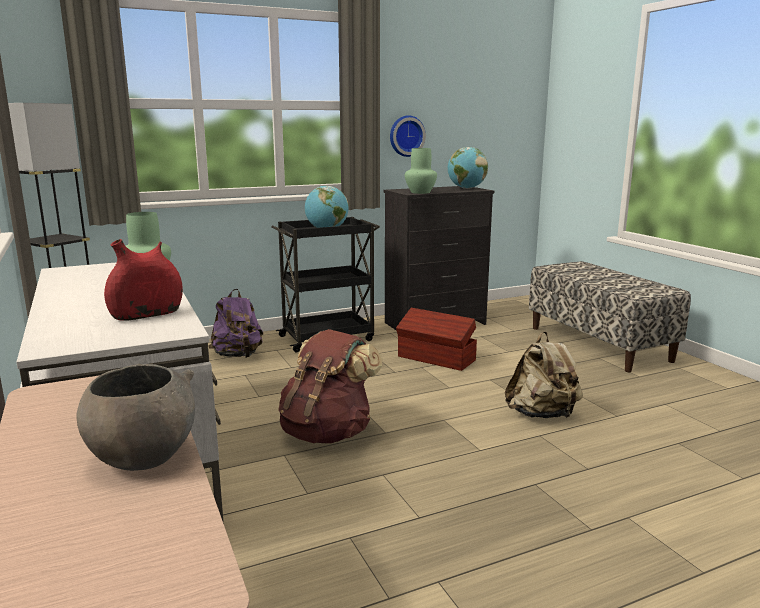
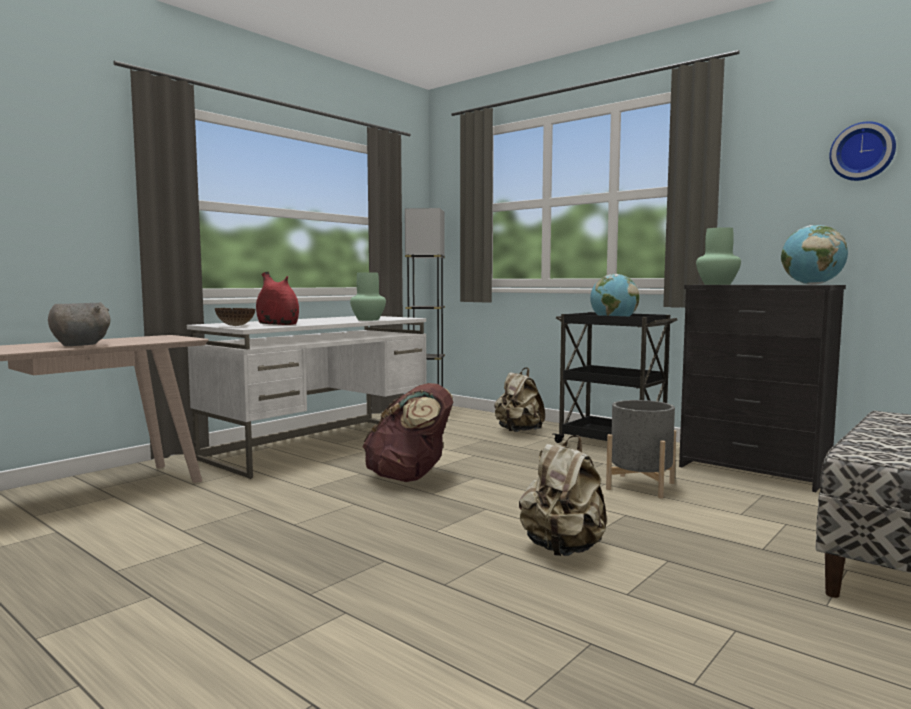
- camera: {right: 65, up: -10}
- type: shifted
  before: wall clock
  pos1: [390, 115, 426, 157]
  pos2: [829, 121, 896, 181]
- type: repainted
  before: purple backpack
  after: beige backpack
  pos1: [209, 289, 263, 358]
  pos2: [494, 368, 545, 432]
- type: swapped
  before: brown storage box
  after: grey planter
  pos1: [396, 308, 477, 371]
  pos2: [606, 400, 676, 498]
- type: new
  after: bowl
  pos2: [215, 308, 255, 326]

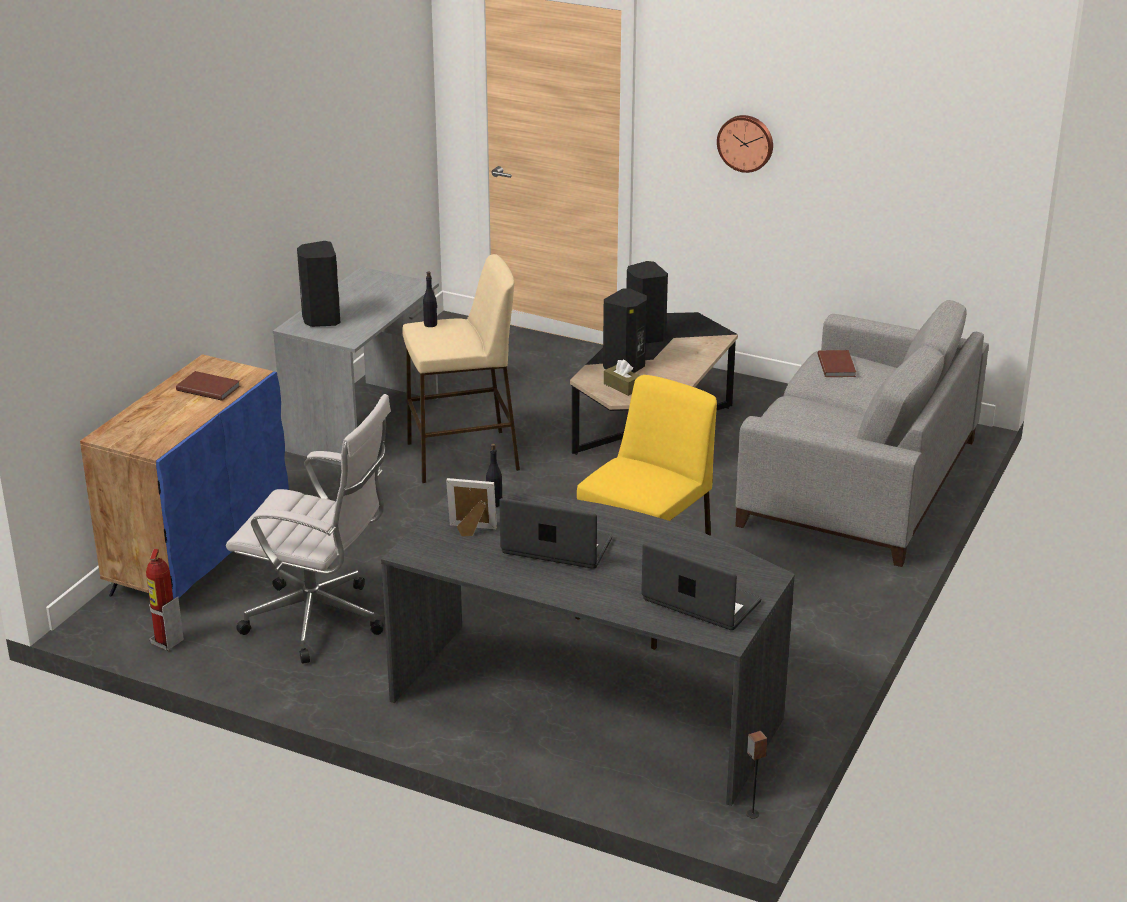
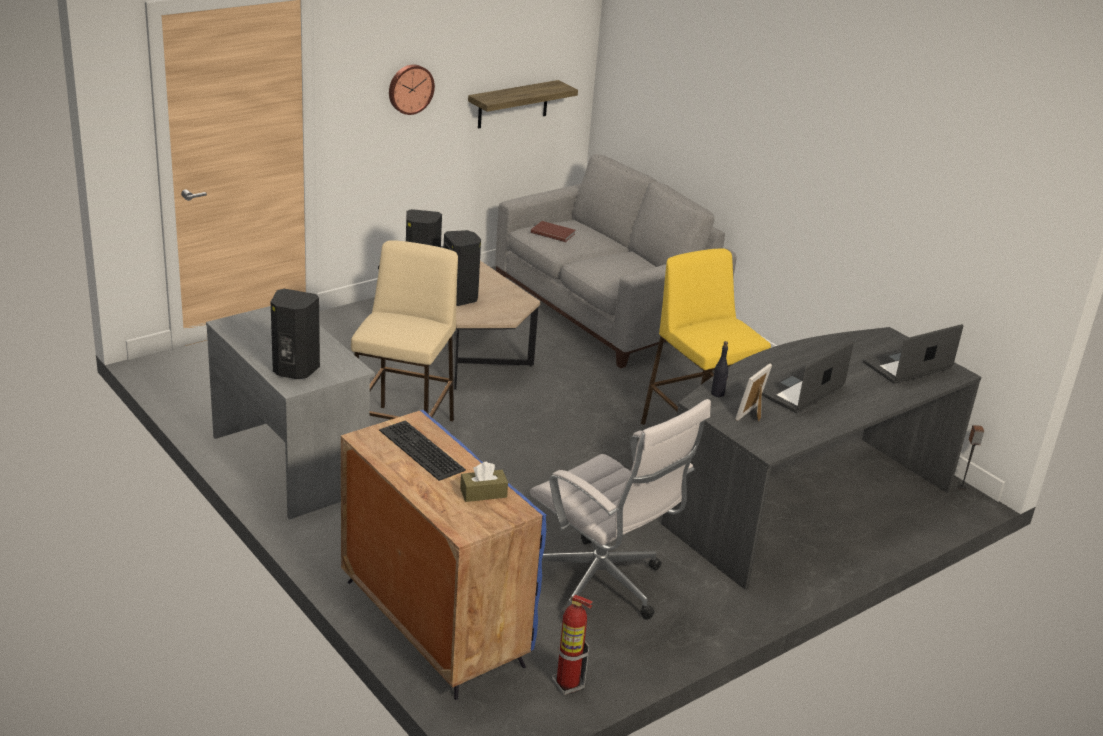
- camera: {right: -65, up: 0}
- type: gone
  before: black bottle
  pos1: [423, 272, 437, 327]
- type: shifted
  before: brown tissue box
  pos1: [604, 360, 640, 396]
  pos2: [460, 462, 508, 502]
- type: swapped
  before: brown book
  after: keyboard
  pos1: [176, 371, 240, 401]
  pos2: [379, 420, 466, 481]
- type: rotated
  before: white office chair
  pos1: [226, 394, 391, 664]
  pos2: [530, 399, 711, 620]
  turn: 90
- type: new
  after: shelf
  pos2: [468, 80, 578, 129]

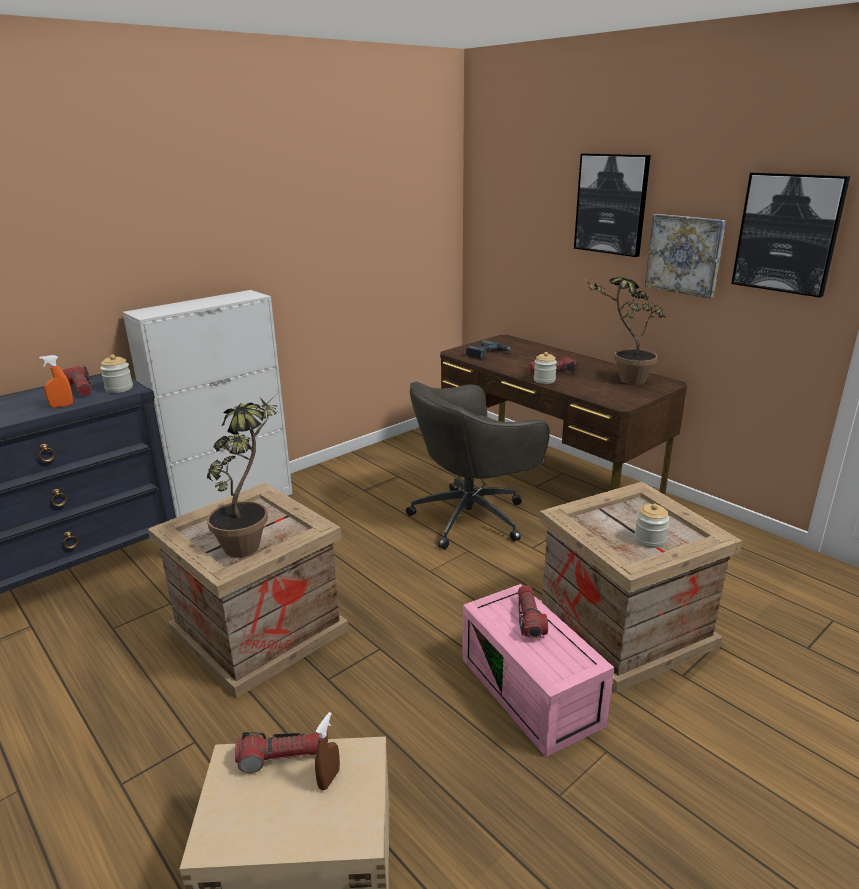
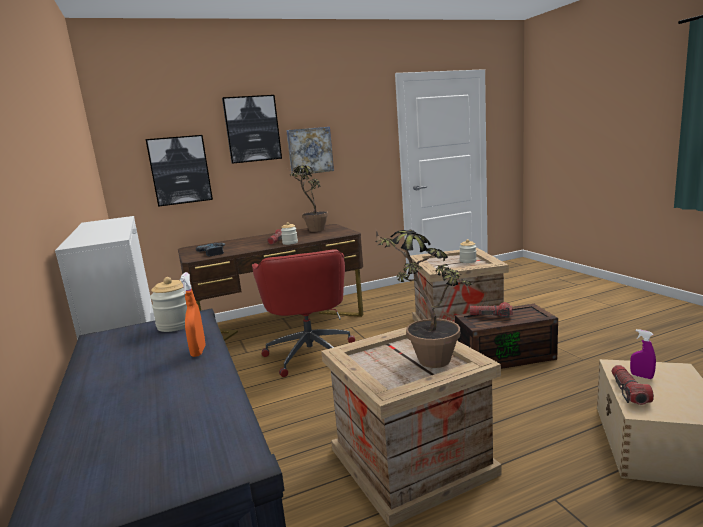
- camera: {right: -70, up: -10}
- type: shifted
  before: picture
  pos1: [731, 172, 850, 298]
  pos2: [146, 135, 213, 207]
- type: gone
  before: flashlight
  pos1: [63, 365, 92, 396]
- type: repainted
  before: grey office chair
  after: red office chair
  pos1: [406, 382, 550, 549]
  pos2: [252, 249, 355, 377]
- type: repainted
  before: pink storage box
  after: brown storage box
  pos1: [462, 584, 614, 757]
  pos2: [455, 304, 558, 369]
- type: repainted
  before: brown spray bottle
  after: purple spray bottle
  pos1: [315, 712, 340, 790]
  pos2: [630, 329, 656, 379]

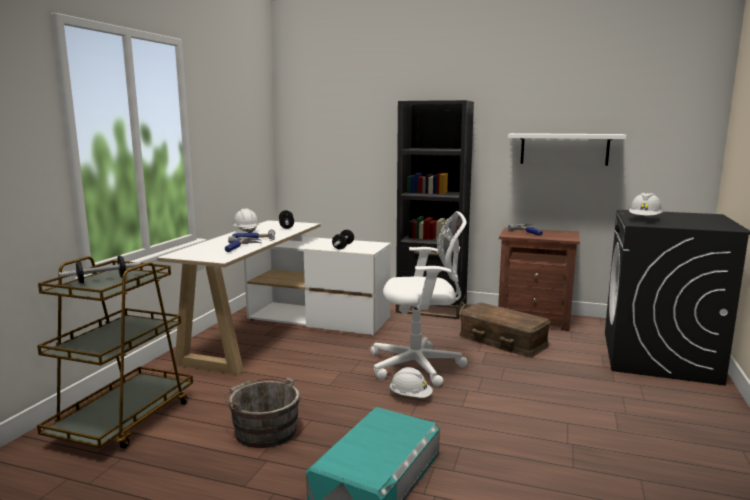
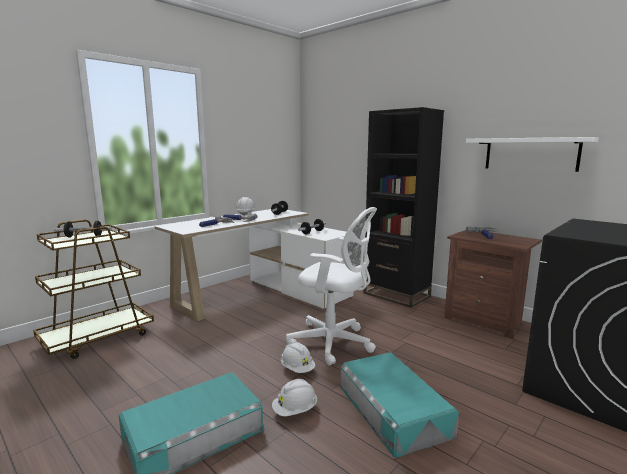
- camera: {right: 25, up: 0}
- type: shifted
  before: white hard hat
  pos1: [629, 193, 663, 217]
  pos2: [272, 379, 317, 416]
- type: gone
  before: brown storage box
  pos1: [460, 302, 551, 358]
- type: gone
  before: grey bucket
  pos1: [221, 378, 300, 448]
- type: new
  after: turquoise storage box
  pos2: [340, 352, 459, 458]

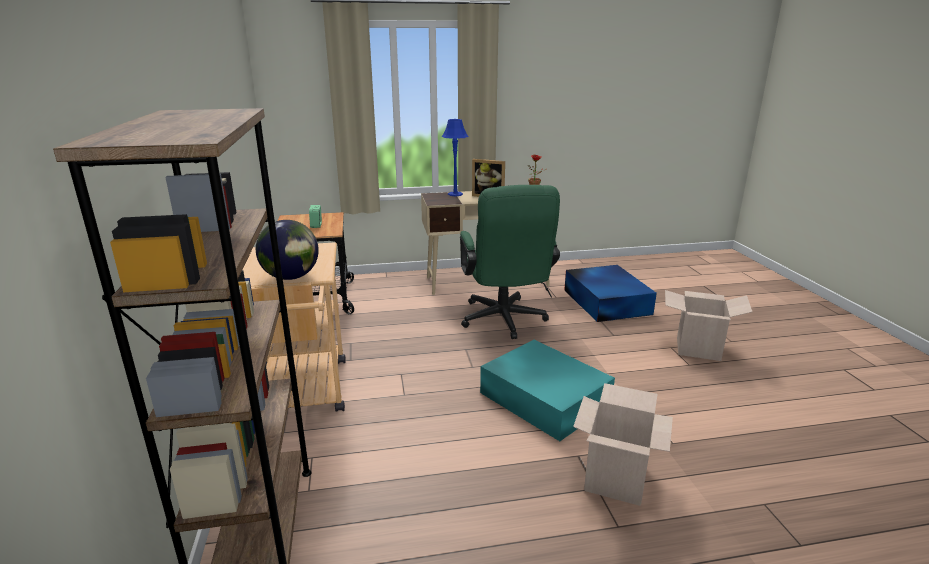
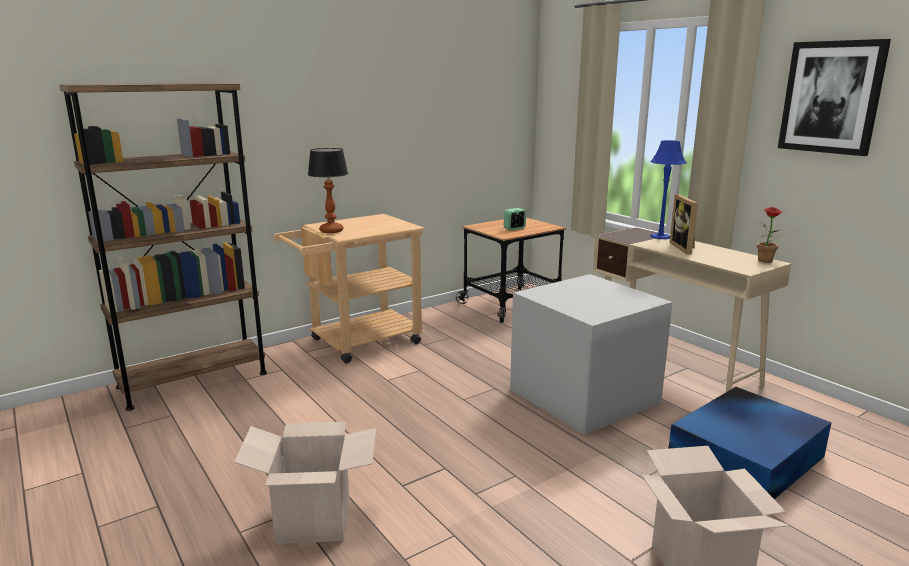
- camera: {right: 65, up: -5}
- type: swapped
  before: green office chair
  after: grey storage box
  pos1: [460, 185, 560, 339]
  pos2: [510, 274, 673, 435]
- type: swapped
  before: globe
  after: table lamp
  pos1: [256, 220, 319, 280]
  pos2: [308, 148, 348, 233]
- type: gone
  before: turquoise storage box
  pos1: [480, 340, 615, 441]
- type: new
  after: picture
  pos2: [778, 39, 891, 156]

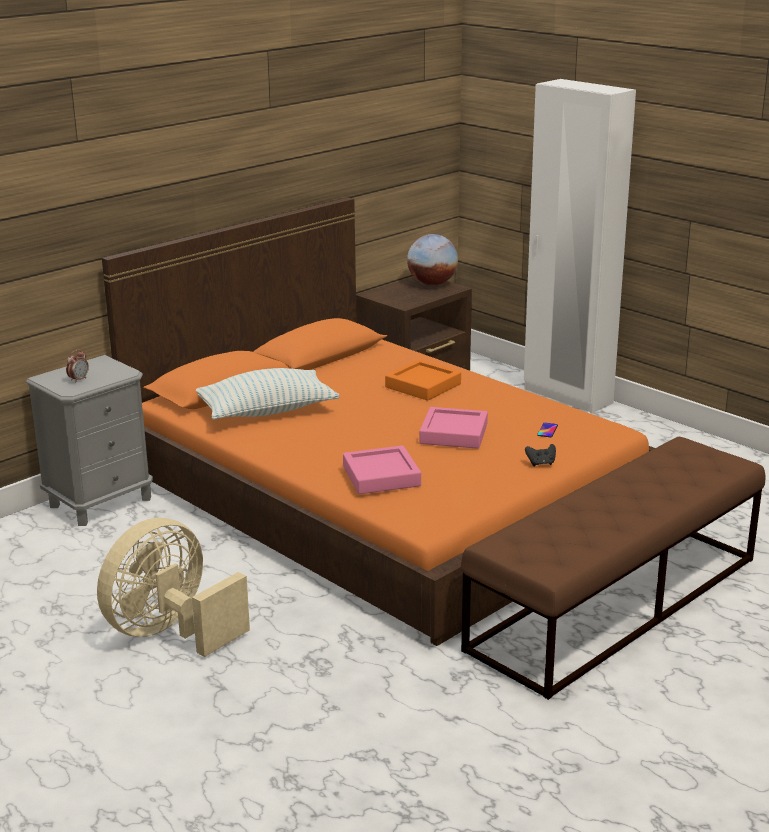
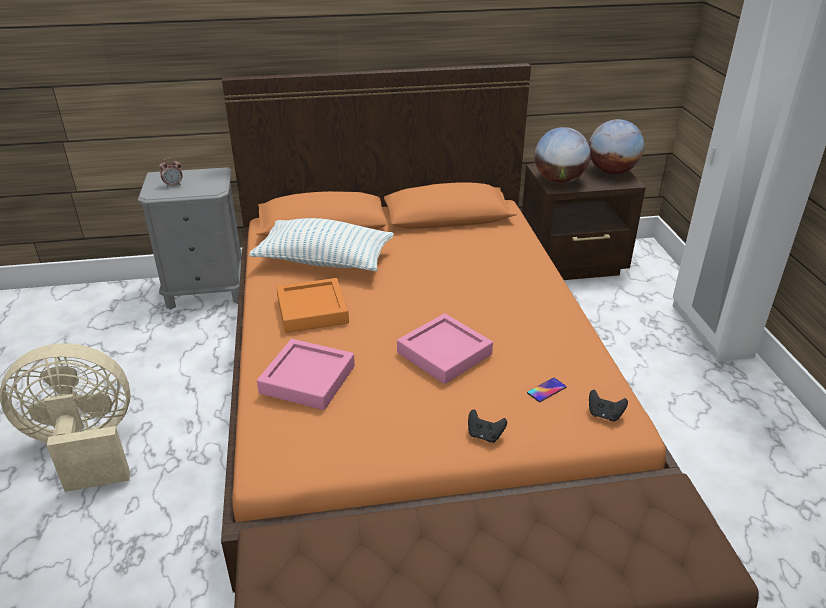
- camera: {right: 35, up: 10}
- type: shifted
  before: orange tray
  pos1: [385, 360, 461, 401]
  pos2: [276, 278, 349, 333]
- type: new
  after: globe
  pos2: [534, 127, 590, 183]
- type: new
  after: black game controller
  pos2: [589, 390, 628, 422]

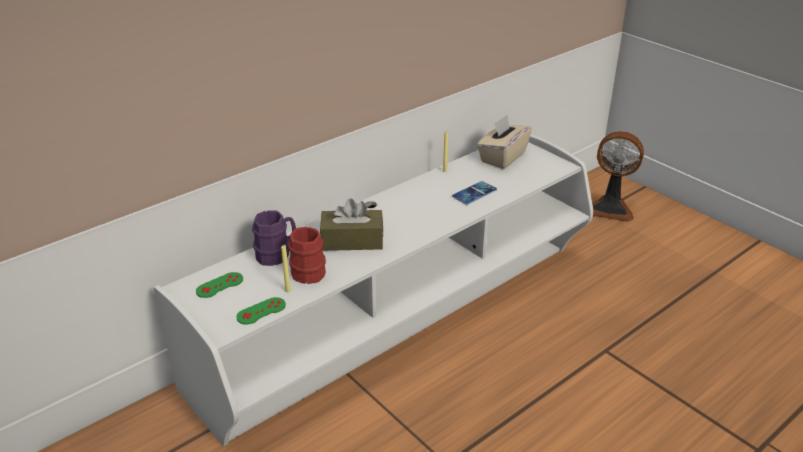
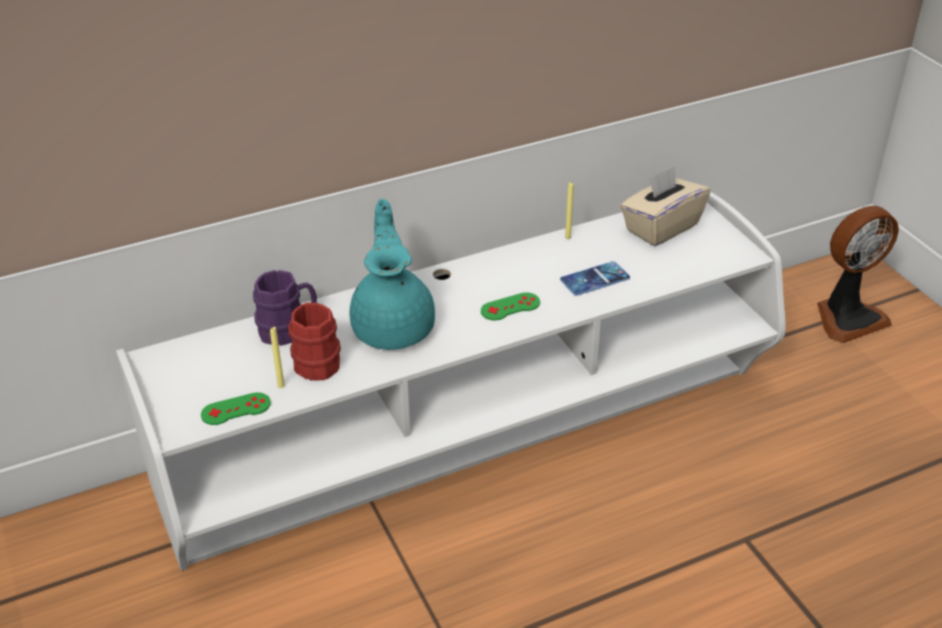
- camera: {right: 15, up: 5}
- type: rotated
  before: fan
  pos1: [592, 131, 644, 222]
  pos2: [817, 206, 899, 343]
  turn: -60
- type: swapped
  before: brown tissue box
  after: turquoise teapot
  pos1: [320, 198, 383, 251]
  pos2: [350, 199, 435, 350]
- type: shifted
  before: green game controller
  pos1: [196, 272, 243, 298]
  pos2: [481, 292, 540, 320]

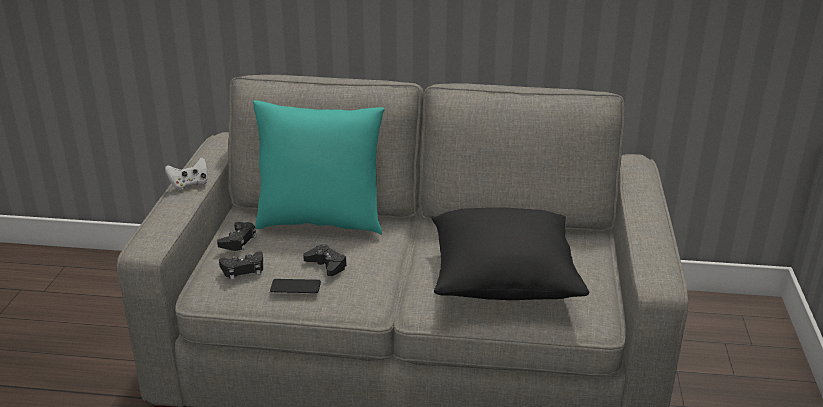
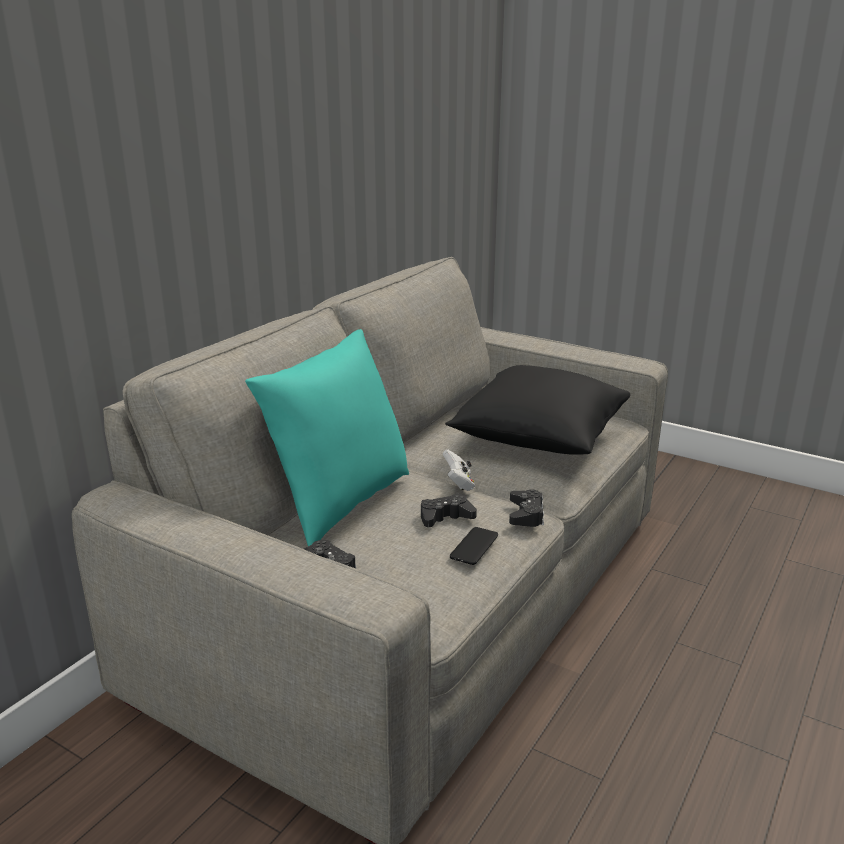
- camera: {right: -65, up: -5}
- type: shifted
  before: white game controller
  pos1: [165, 157, 208, 190]
  pos2: [443, 449, 475, 491]
- type: shifted
  before: black game controller
  pos1: [219, 251, 263, 280]
  pos2: [509, 489, 544, 527]

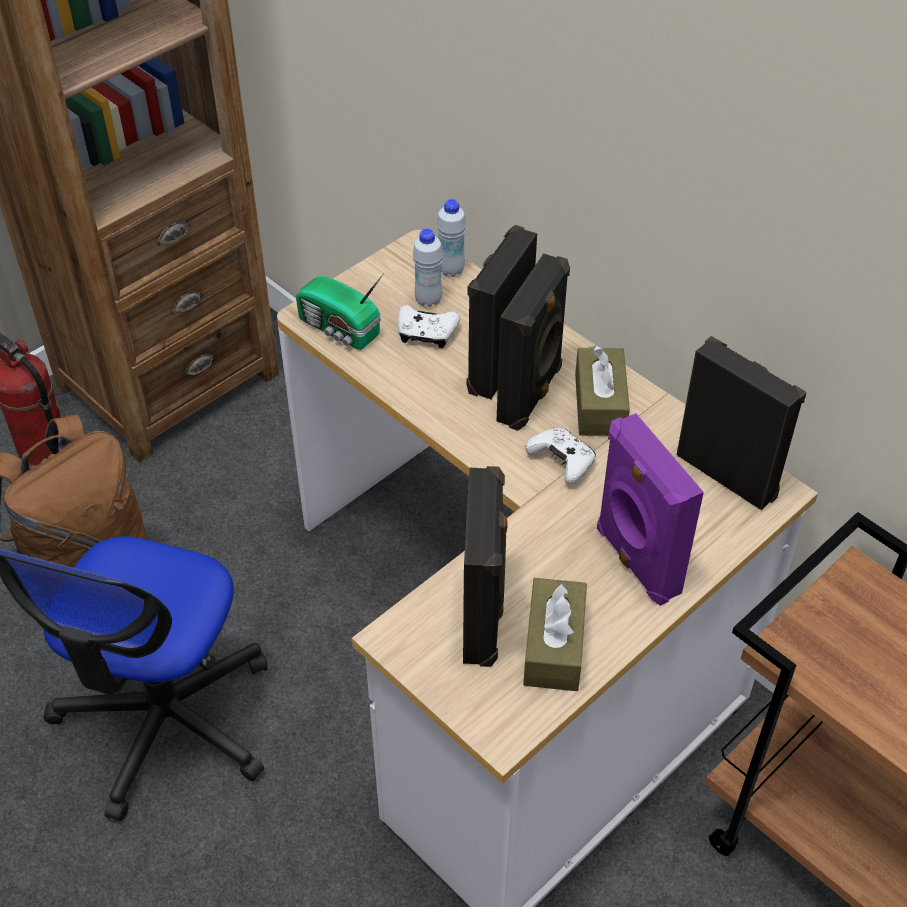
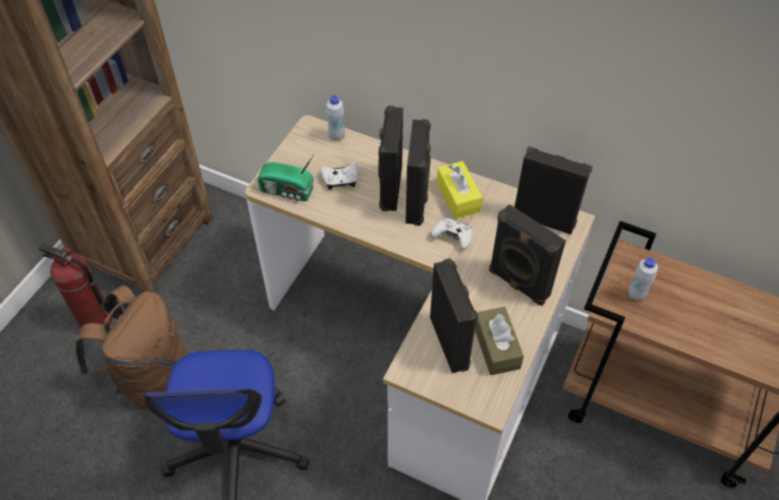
- camera: {right: -20, up: 5}
- type: shifted
  before: white bottle
  pos1: [413, 229, 443, 307]
  pos2: [628, 257, 658, 301]
- type: repainted
  before: brown tissue box
  after: yellow tissue box
  pos1: [575, 345, 630, 436]
  pos2: [437, 161, 483, 219]
- type: repainted
  before: purple speaker
  after: black speaker
  pos1: [597, 413, 704, 606]
  pos2: [489, 204, 566, 306]

